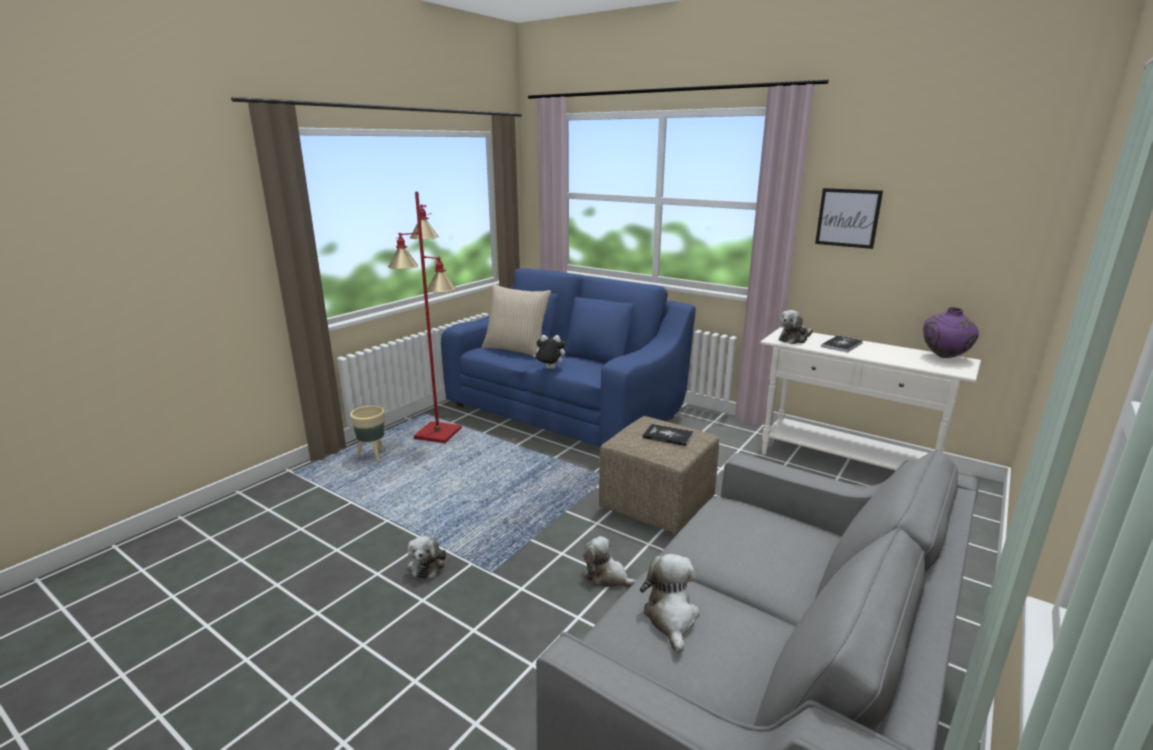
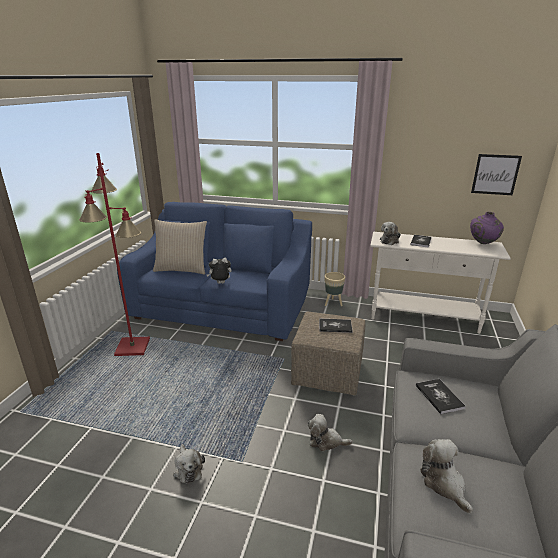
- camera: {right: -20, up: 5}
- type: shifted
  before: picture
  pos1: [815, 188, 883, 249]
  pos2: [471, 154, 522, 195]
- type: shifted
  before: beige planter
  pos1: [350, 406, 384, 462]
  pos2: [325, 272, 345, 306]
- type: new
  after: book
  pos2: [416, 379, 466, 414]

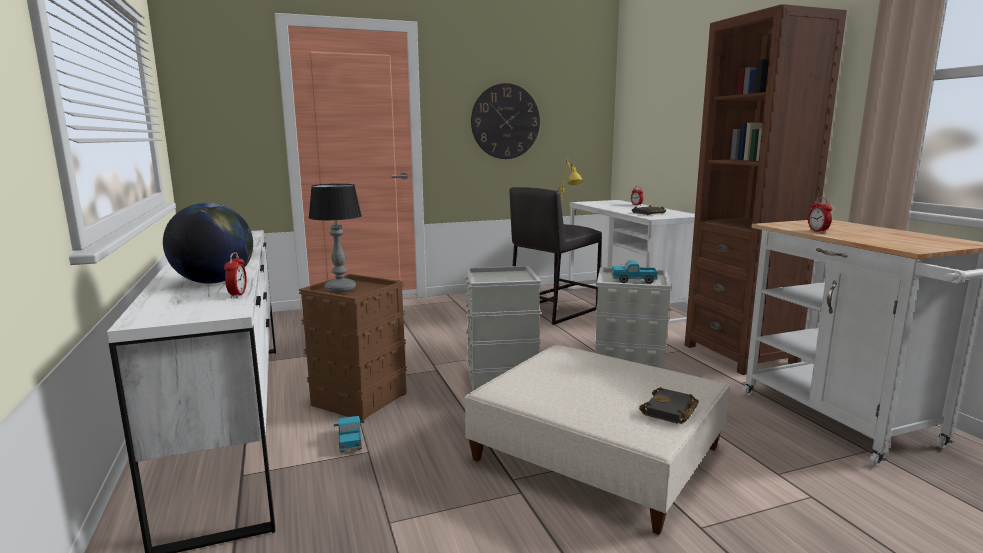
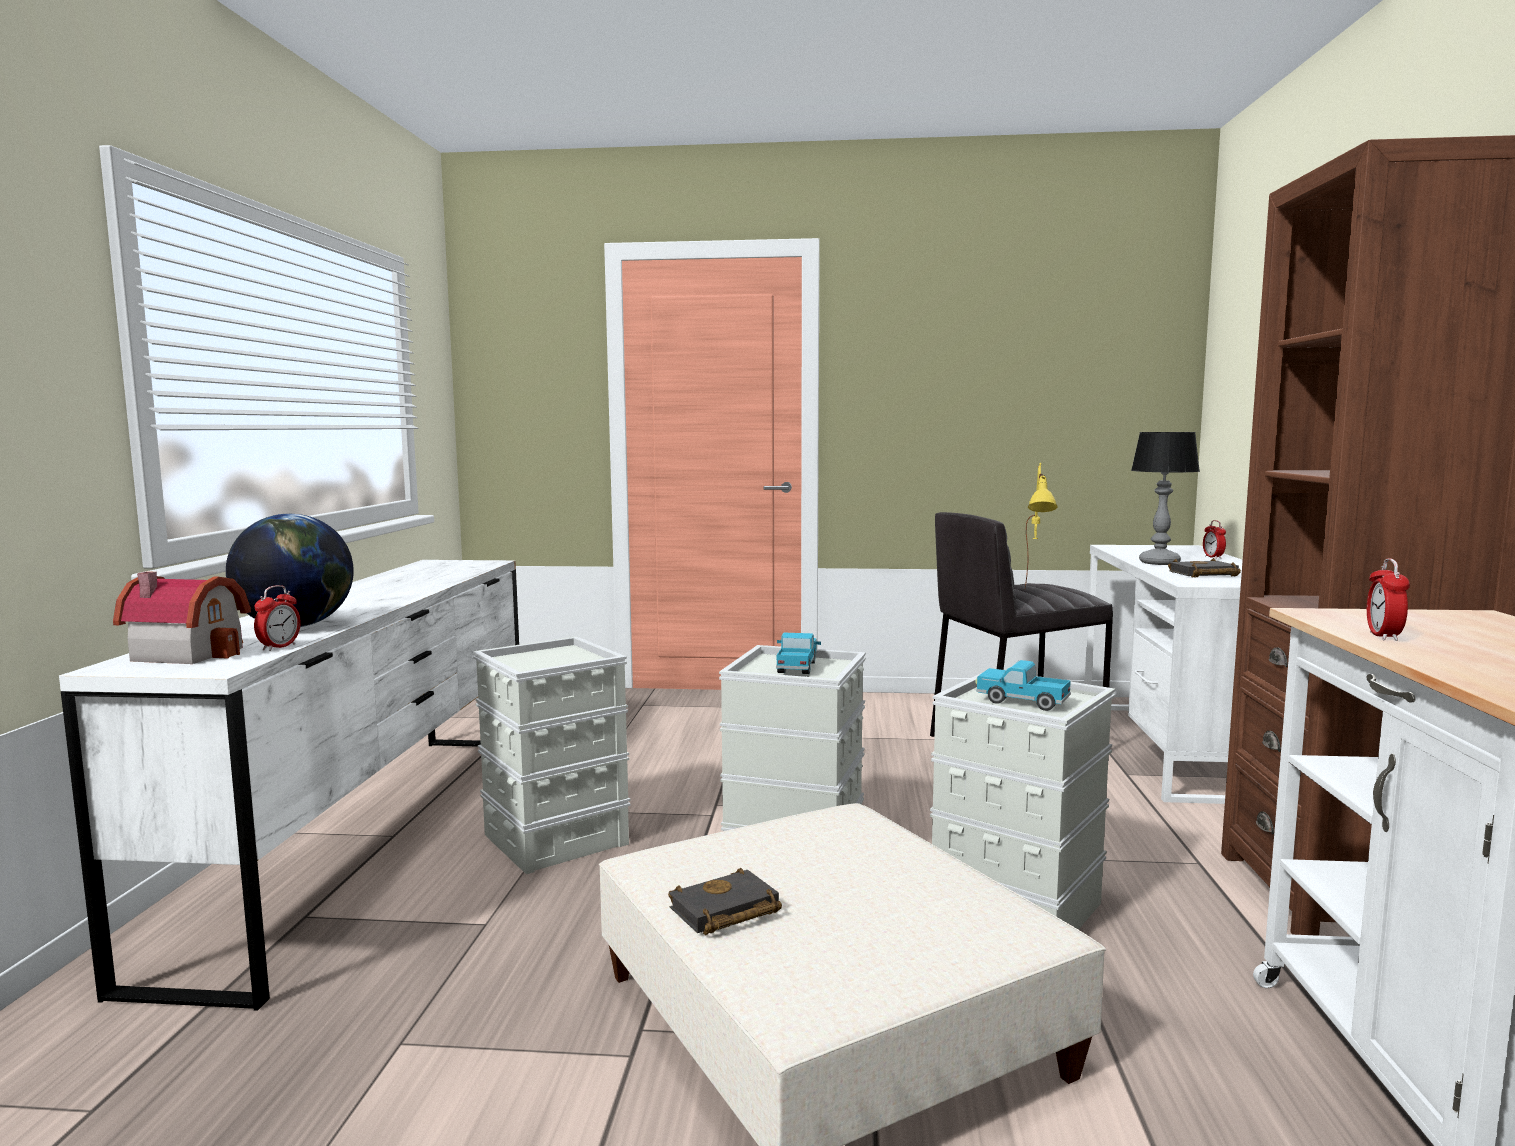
- camera: {right: 25, up: -5}
- type: gone
  before: wall clock
  pos1: [471, 83, 540, 159]
- type: shifted
  before: table lamp
  pos1: [308, 184, 362, 293]
  pos2: [1131, 432, 1200, 565]
- type: repainted
  before: brown storage box
  after: grey storage box
  pos1: [299, 274, 407, 421]
  pos2: [473, 637, 631, 874]
- type: shifted
  before: black book
  pos1: [639, 387, 699, 424]
  pos2: [668, 868, 782, 935]
- type: shifted
  before: toy truck
  pos1: [334, 416, 365, 452]
  pos2: [776, 633, 821, 674]
- type: new
  after: toy house
  pos2: [113, 571, 251, 664]

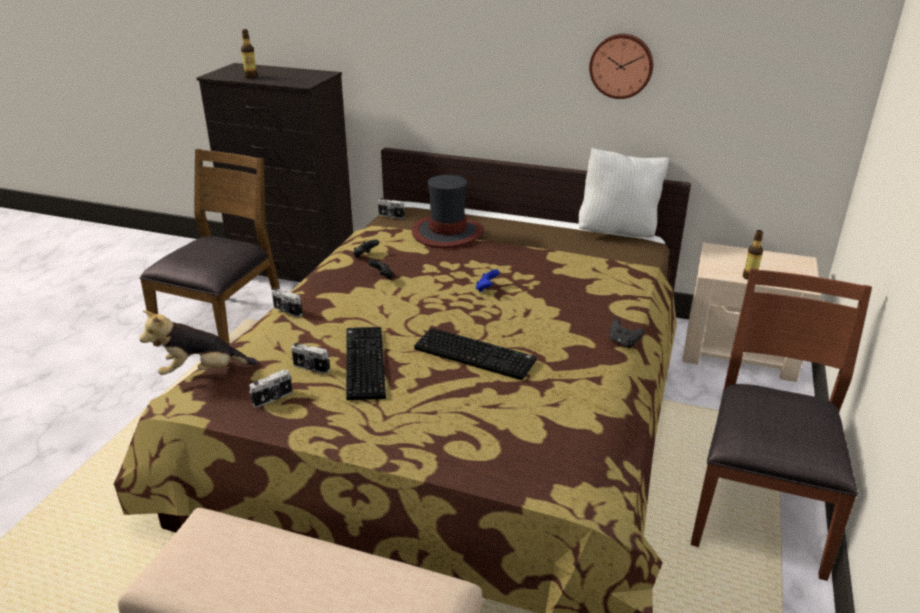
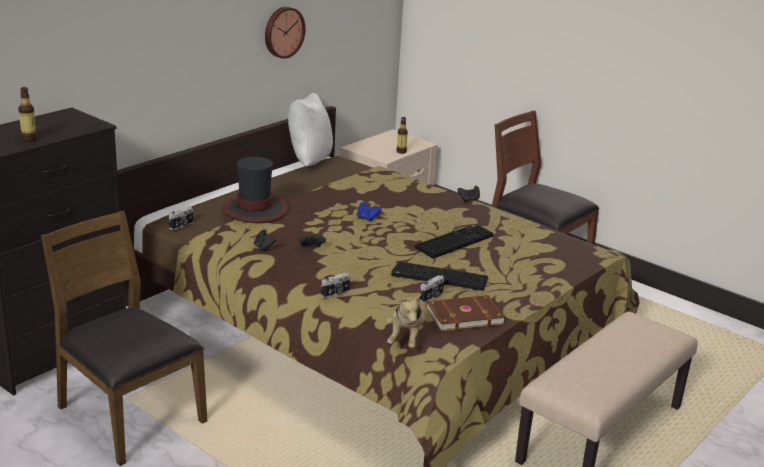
- camera: {right: -70, up: -5}
- type: swapped
  before: photo camera
  after: brown book
  pos1: [249, 369, 293, 408]
  pos2: [426, 295, 505, 332]

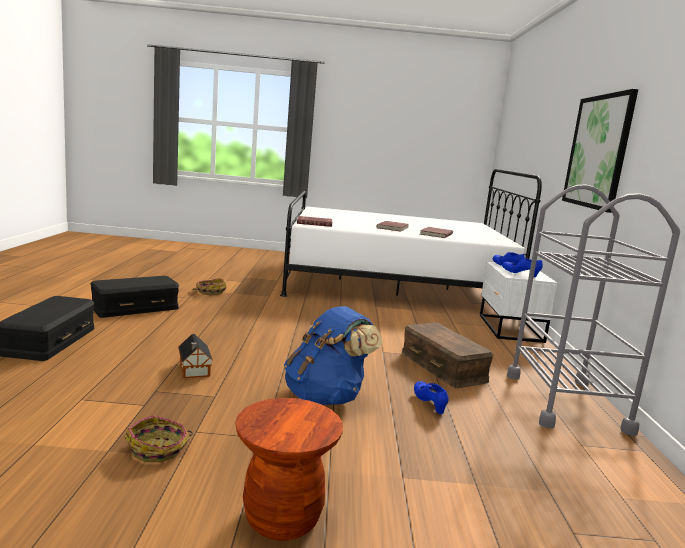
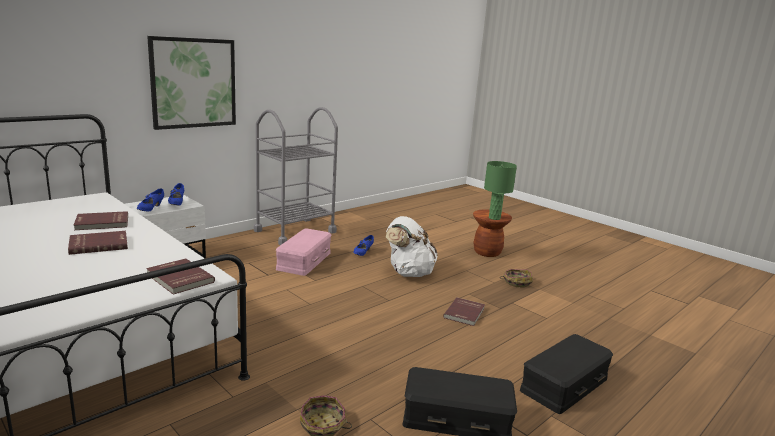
- camera: {right: -135, up: 5}
- type: repainted
  before: blue backpack
  after: white backpack
  pos1: [284, 306, 382, 405]
  pos2: [386, 216, 438, 277]
- type: repainted
  before: brown storage box
  after: pink storage box
  pos1: [402, 323, 493, 388]
  pos2: [276, 228, 331, 276]
- type: swapped
  before: toy house
  after: red book
  pos1: [178, 334, 213, 378]
  pos2: [443, 298, 485, 326]
- type: new
  after: green table lamp
  pos2: [484, 161, 517, 220]

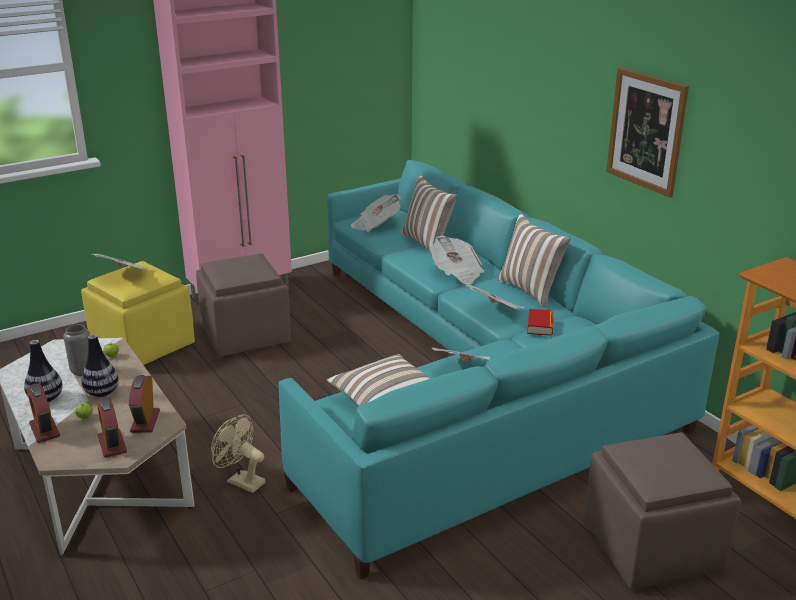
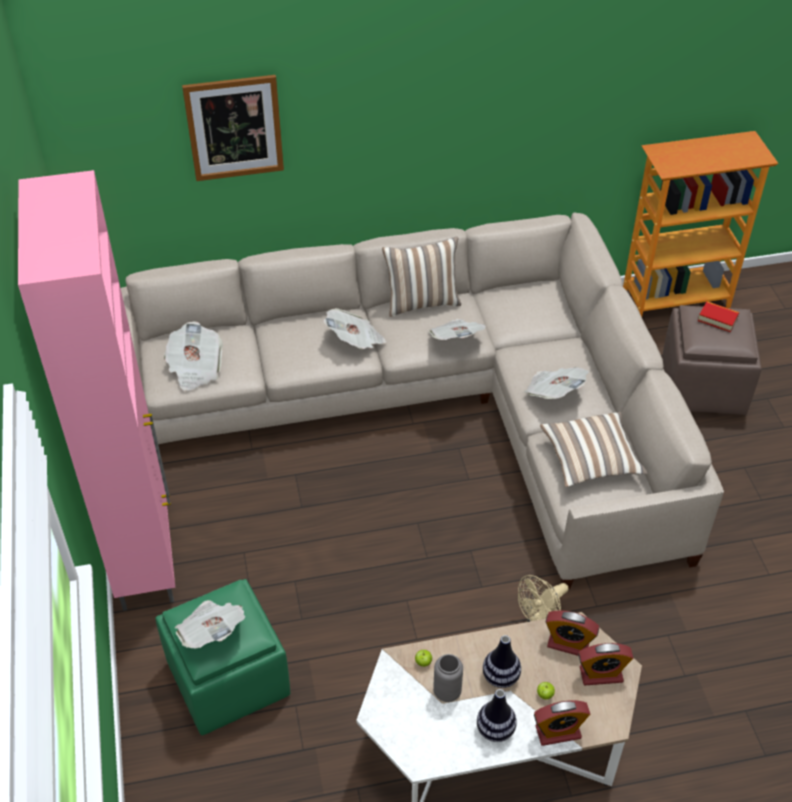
- camera: {right: -70, up: 20}
- type: shifted
  before: picture
  pos1: [606, 67, 689, 198]
  pos2: [182, 75, 284, 181]
- type: repainted
  before: turquoise sofa
  after: beige sofa
  pos1: [278, 160, 720, 579]
  pos2: [121, 213, 724, 589]
- type: gone
  before: pillow
  pos1: [402, 175, 457, 254]
- type: gone
  before: brown ottoman
  pos1: [196, 253, 291, 357]
- type: repainted
  before: yellow ottoman
  after: green ottoman
  pos1: [81, 261, 195, 365]
  pos2: [155, 579, 290, 735]
- type: shifted
  before: book
  pos1: [527, 309, 554, 336]
  pos2: [698, 301, 740, 332]

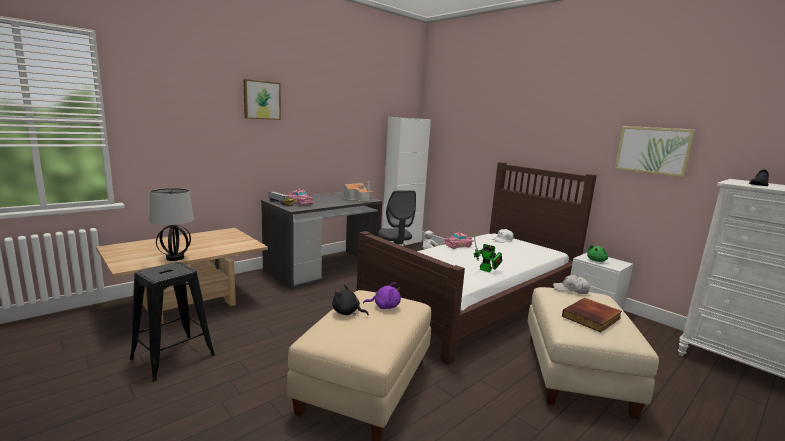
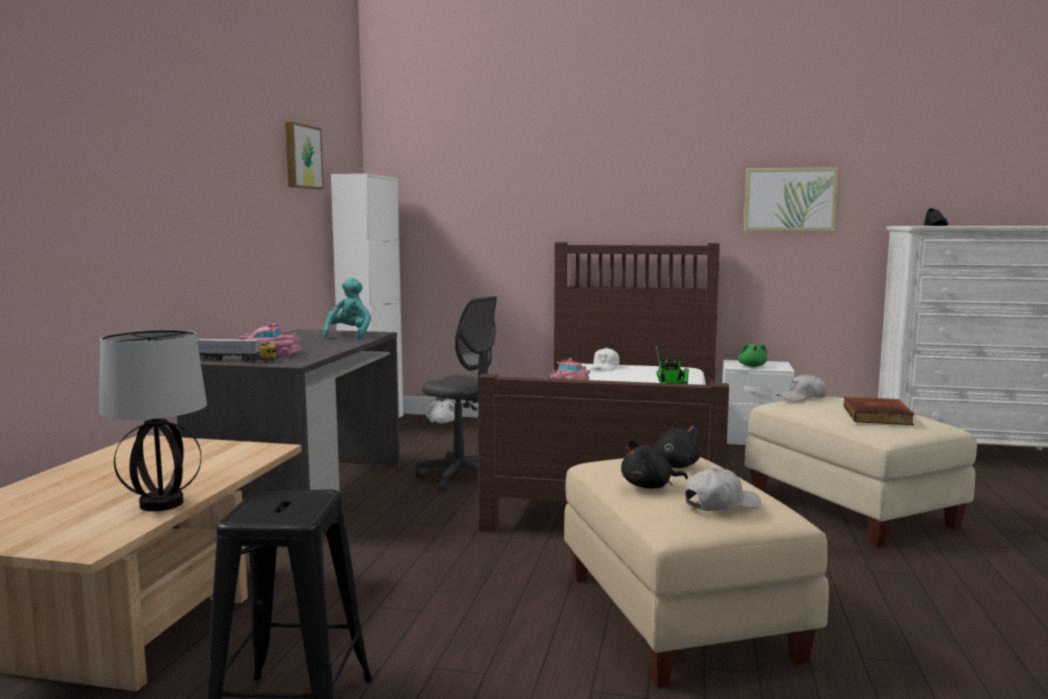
- camera: {right: -35, up: -5}
- type: shifted
  before: picture
  pos1: [243, 79, 281, 120]
  pos2: [285, 122, 324, 189]
- type: swapped
  before: toy house
  after: turquoise plush toy
  pos1: [341, 182, 372, 202]
  pos2: [323, 278, 371, 339]
- type: repainted
  before: purple plush toy
  after: black plush toy
  pos1: [363, 282, 401, 309]
  pos2: [654, 422, 701, 468]
- type: new
  after: white cap
  pos2: [685, 468, 761, 511]

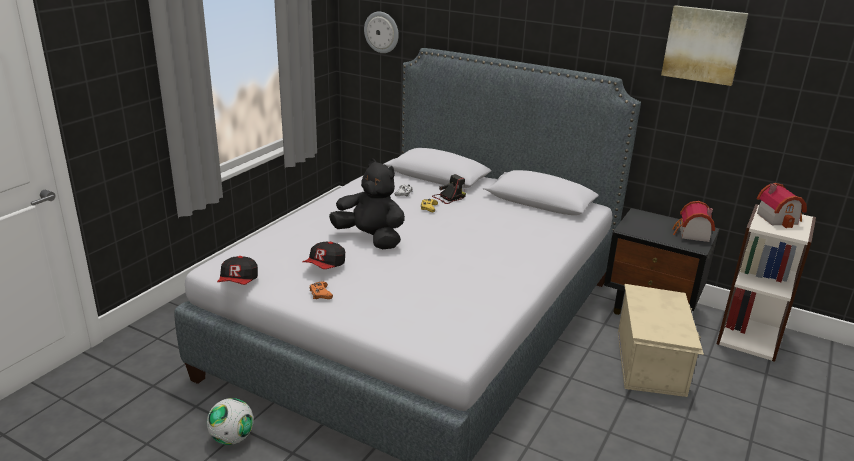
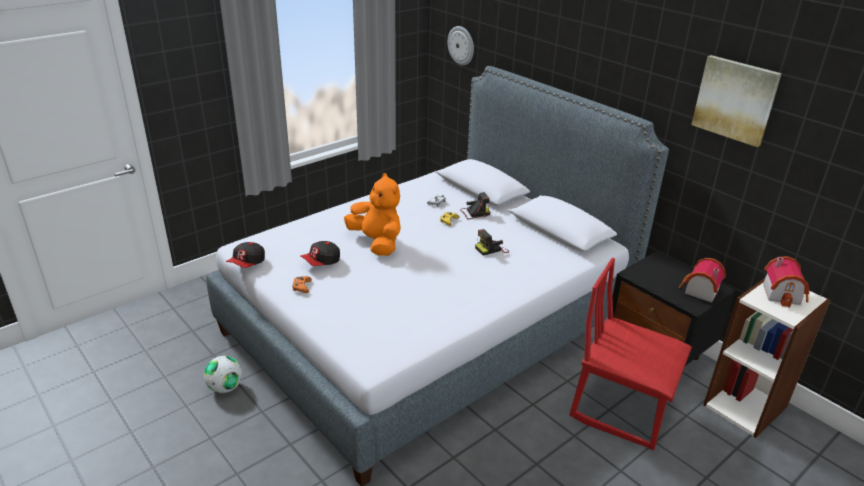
- camera: {right: 20, up: 5}
- type: repainted
  before: black plush toy
  after: orange plush toy
  pos1: [329, 159, 405, 249]
  pos2: [344, 173, 400, 256]
- type: swapped
  before: beige storage box
  after: red chair
  pos1: [618, 284, 704, 397]
  pos2: [569, 258, 692, 451]
- type: new
  after: photo camera
  pos2: [475, 229, 509, 256]

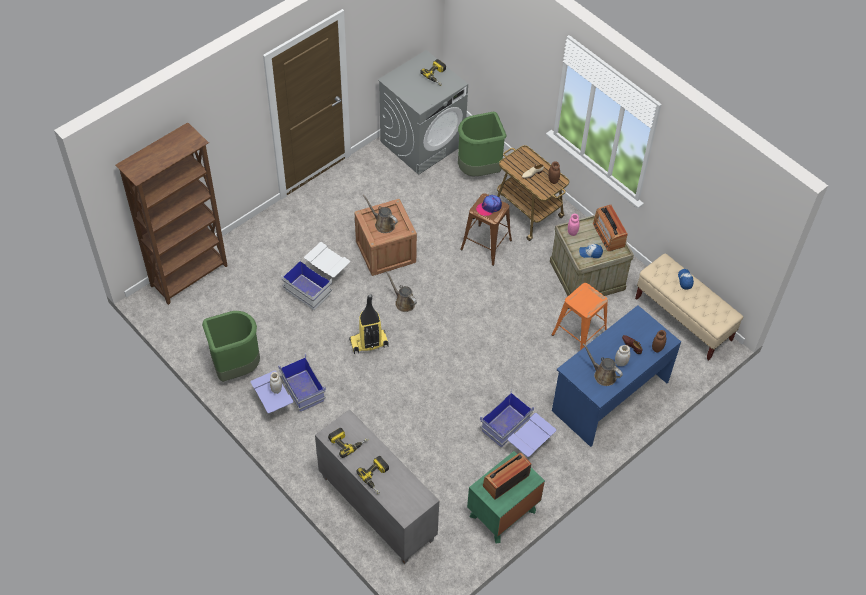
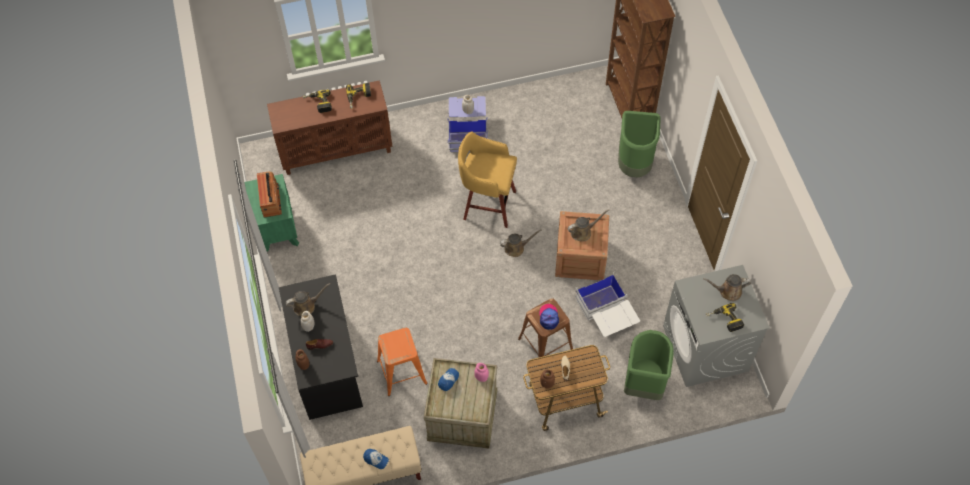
- camera: {right: 120, up: 5}
- type: gone
  before: radio
  pos1: [593, 205, 628, 251]
- type: shifted
  before: white storage box
  pos1: [281, 242, 350, 310]
  pos2: [575, 272, 640, 337]
- type: swapped
  before: vacuum cleaner
  after: yellow stool
  pos1: [349, 294, 388, 354]
  pos2: [458, 131, 517, 228]
- type: repainted
  before: blue desk
  after: black desk
  pos1: [552, 305, 681, 447]
  pos2: [279, 274, 363, 420]
- type: shifted
  before: green trash can
  pos1: [202, 311, 260, 382]
  pos2: [618, 111, 661, 177]
- type: gone
  before: blue storage box
  pos1: [480, 389, 556, 457]
- type: repainted
  before: grey cabinet
  after: brown cabinet
  pos1: [315, 409, 439, 564]
  pos2: [267, 80, 393, 175]
- type: new
  after: brown watering can
  pos2: [703, 274, 751, 301]

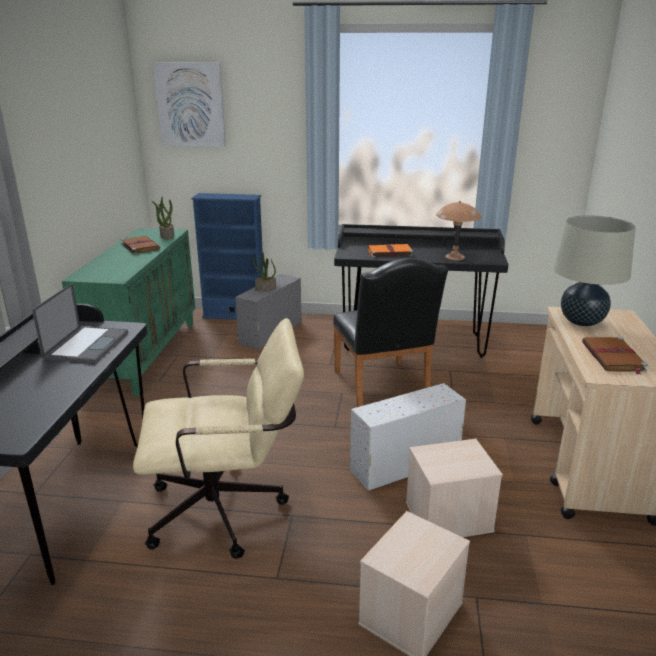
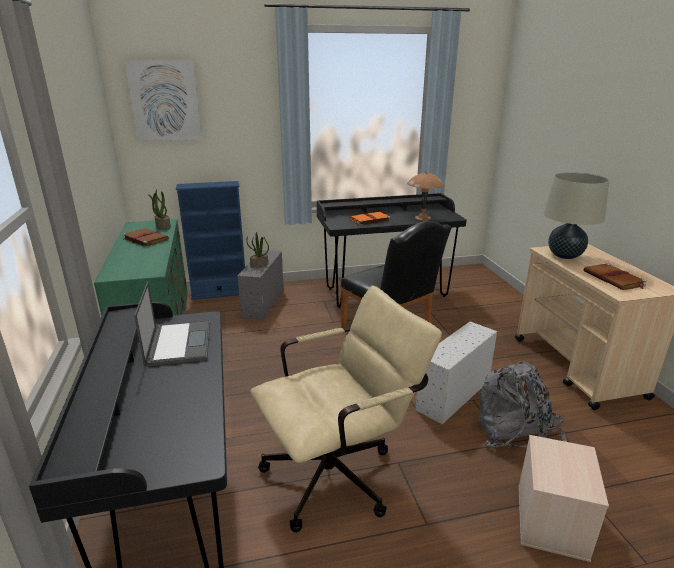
- camera: {right: -20, up: 0}
- type: swapped
  before: beige storage box
  after: grey backpack
  pos1: [406, 439, 503, 537]
  pos2: [478, 361, 567, 448]

